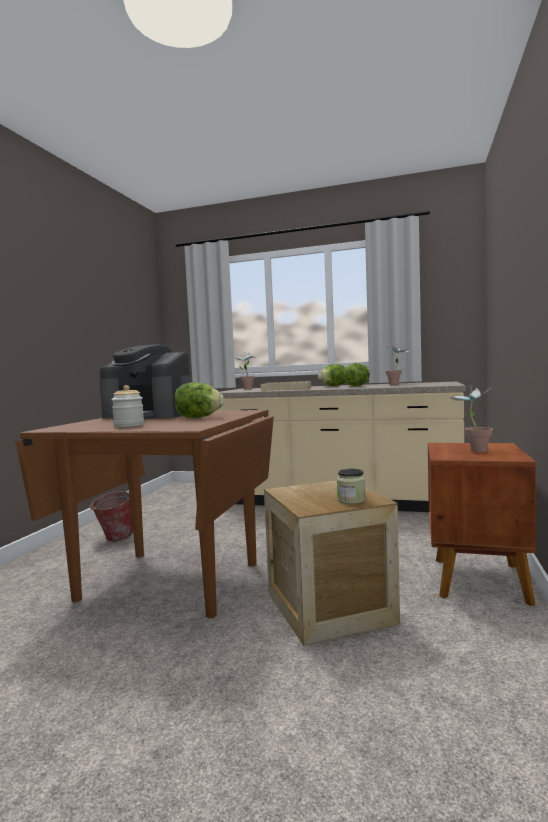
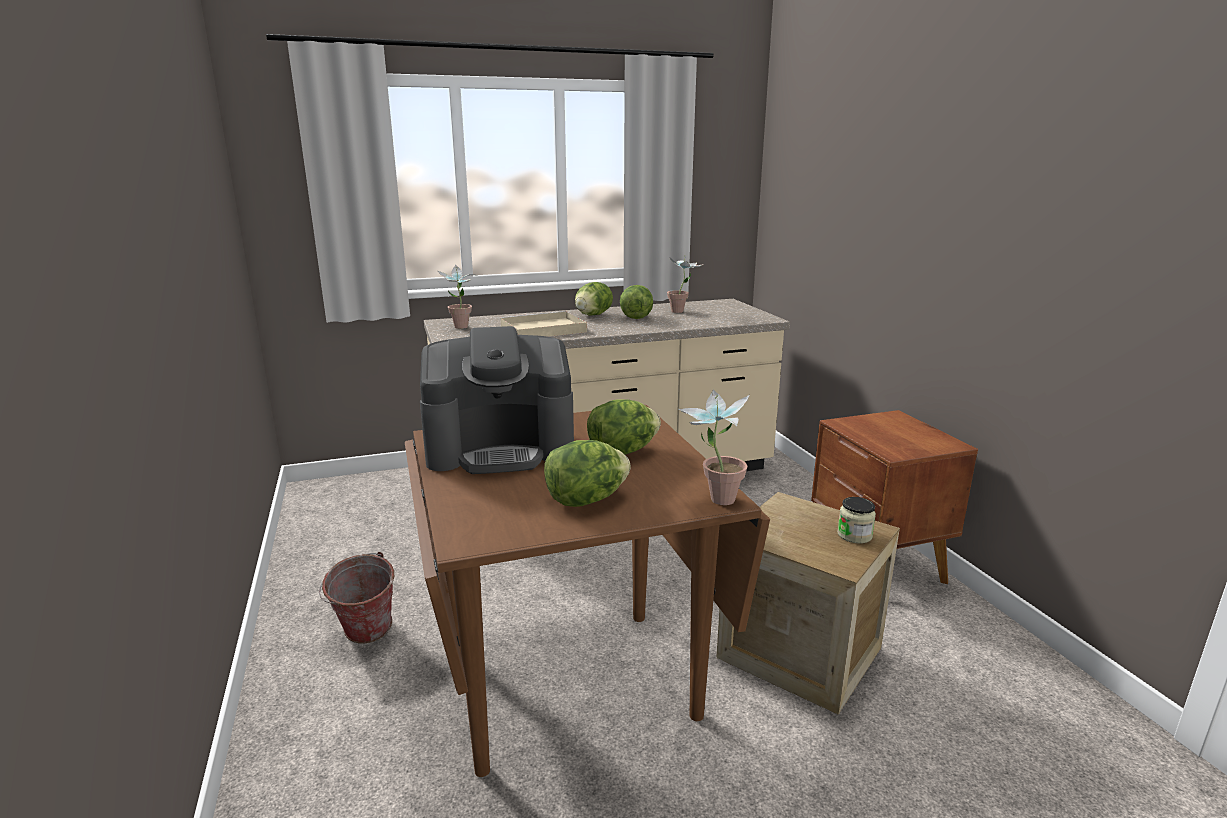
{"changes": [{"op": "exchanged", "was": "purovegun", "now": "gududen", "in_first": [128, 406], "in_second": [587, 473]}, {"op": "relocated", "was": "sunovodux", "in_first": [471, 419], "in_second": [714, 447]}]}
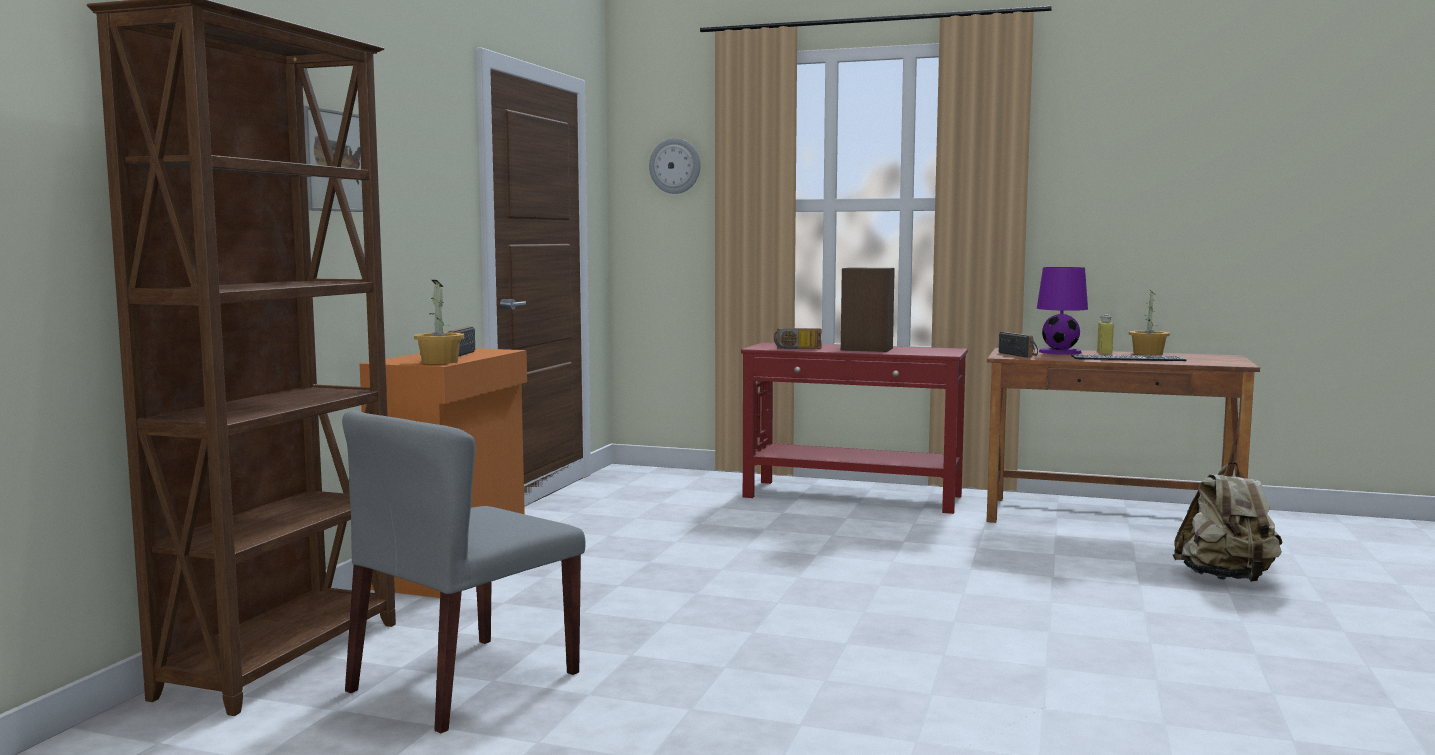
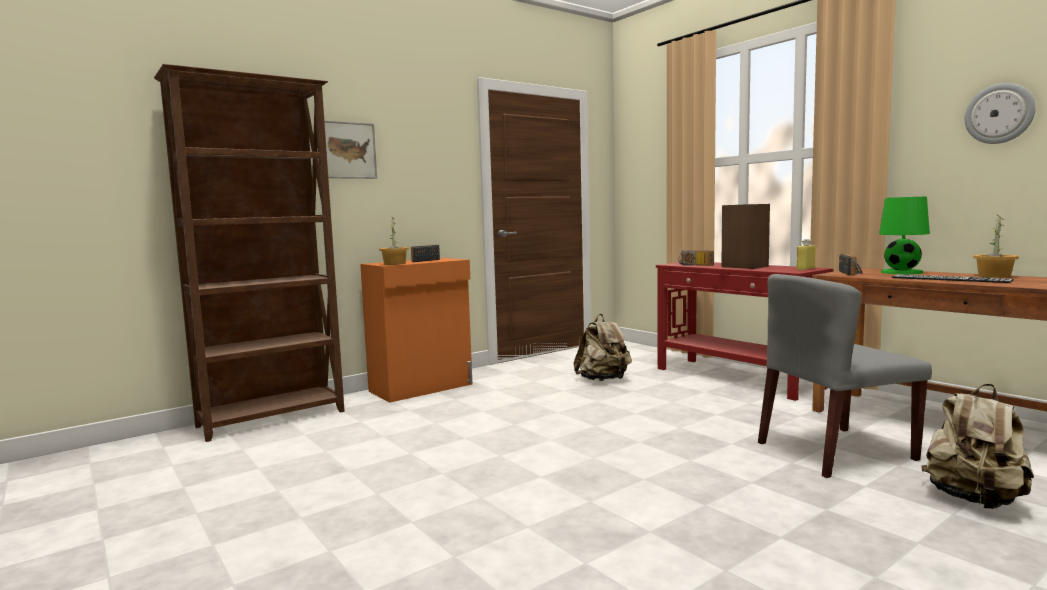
{"changes": [{"op": "relocated", "was": "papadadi", "in_first": [674, 166], "in_second": [1000, 113]}, {"op": "colour", "was": "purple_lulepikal", "now": "green_lulepikal", "in_first": [1062, 311], "in_second": [904, 236]}, {"op": "relocated", "was": "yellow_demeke", "in_first": [1105, 334], "in_second": [806, 254]}, {"op": "relocated", "was": "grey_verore", "in_first": [463, 572], "in_second": [845, 376]}, {"op": "appeared", "now": "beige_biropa", "in_second": [603, 347]}]}
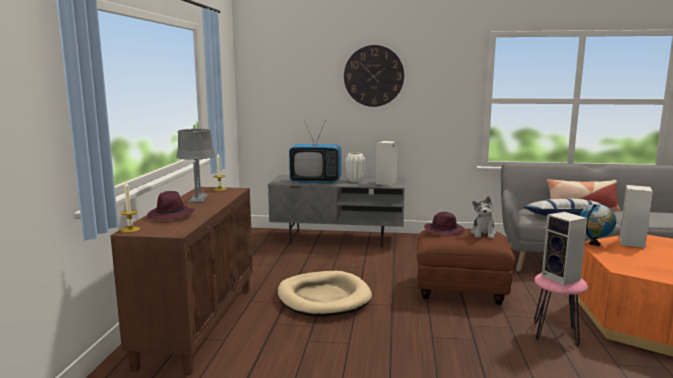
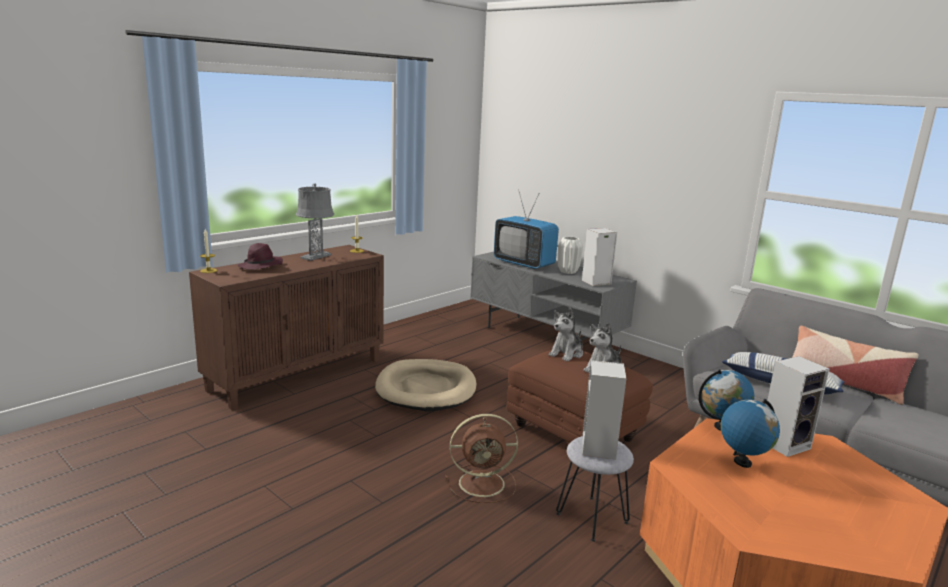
{"changes": [{"op": "missing", "was": "papadadi", "in_first": [374, 76]}, {"op": "exchanged", "was": "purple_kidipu", "now": "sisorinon", "in_first": [444, 224], "in_second": [566, 335]}, {"op": "colour", "was": "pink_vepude", "now": "grey_vepude", "in_first": [561, 310], "in_second": [595, 489]}, {"op": "appeared", "now": "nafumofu", "in_second": [750, 433]}, {"op": "appeared", "now": "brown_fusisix", "in_second": [481, 458]}]}
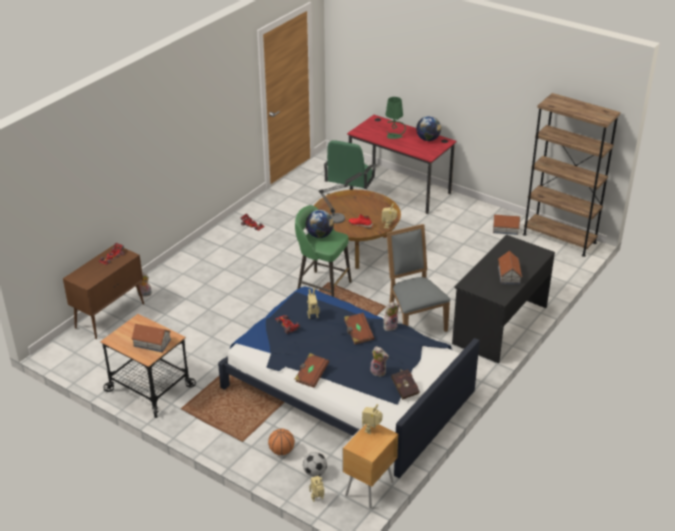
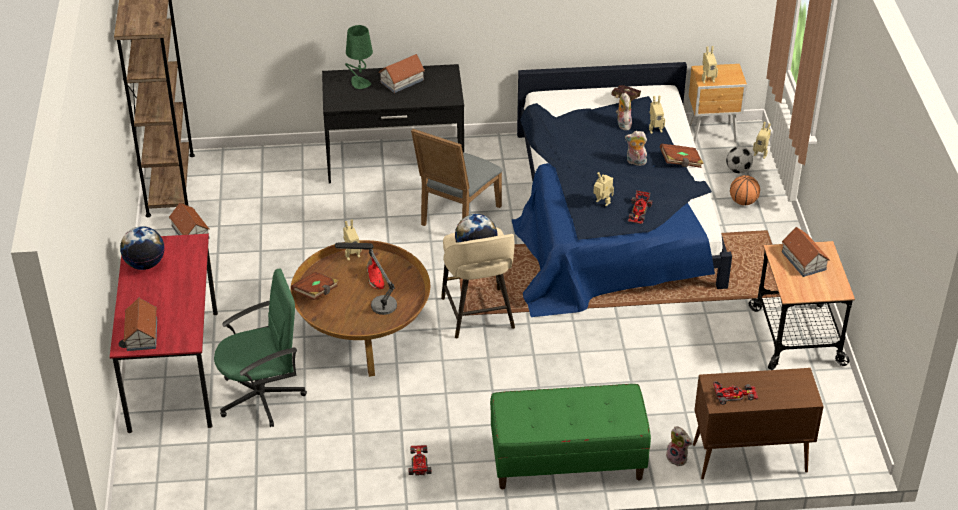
{"changes": [{"op": "relocated", "was": "green_lulepikal", "in_first": [396, 118], "in_second": [359, 57]}, {"op": "colour", "was": "green_vepude", "now": "beige_vepude", "in_first": [323, 251], "in_second": [478, 283]}, {"op": "relocated", "was": "sisorinon", "in_first": [391, 316], "in_second": [636, 148]}, {"op": "relocated", "was": "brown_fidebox", "in_first": [359, 329], "in_second": [315, 286]}, {"op": "appeared", "now": "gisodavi", "in_second": [657, 115]}, {"op": "appeared", "now": "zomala", "in_second": [140, 324]}, {"op": "appeared", "now": "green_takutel", "in_second": [570, 436]}]}
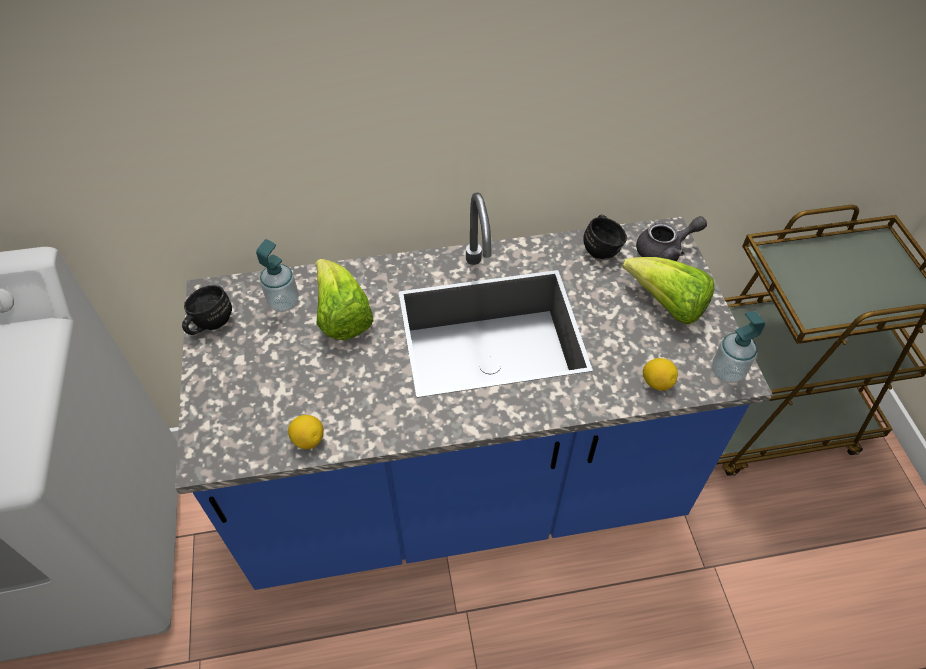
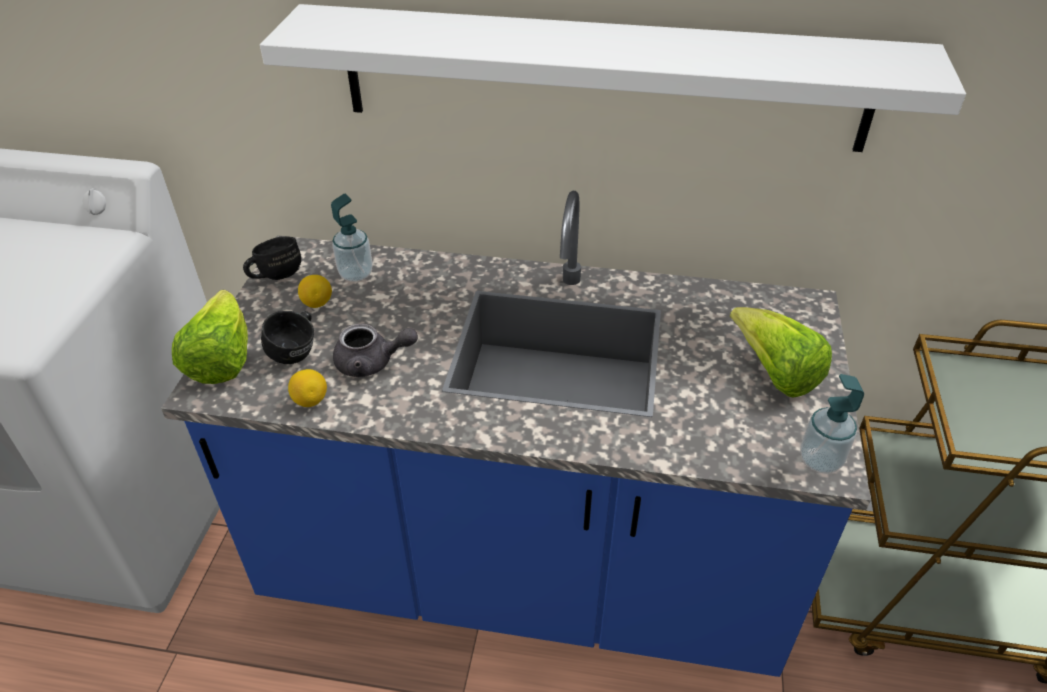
{"changes": [{"op": "relocated", "was": "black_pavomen", "in_first": [605, 237], "in_second": [287, 337]}, {"op": "relocated", "was": "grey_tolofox", "in_first": [671, 238], "in_second": [375, 350]}, {"op": "relocated", "was": "gududen", "in_first": [344, 299], "in_second": [210, 337]}, {"op": "relocated", "was": "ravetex", "in_first": [660, 374], "in_second": [315, 291]}, {"op": "appeared", "now": "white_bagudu", "in_second": [613, 78]}]}
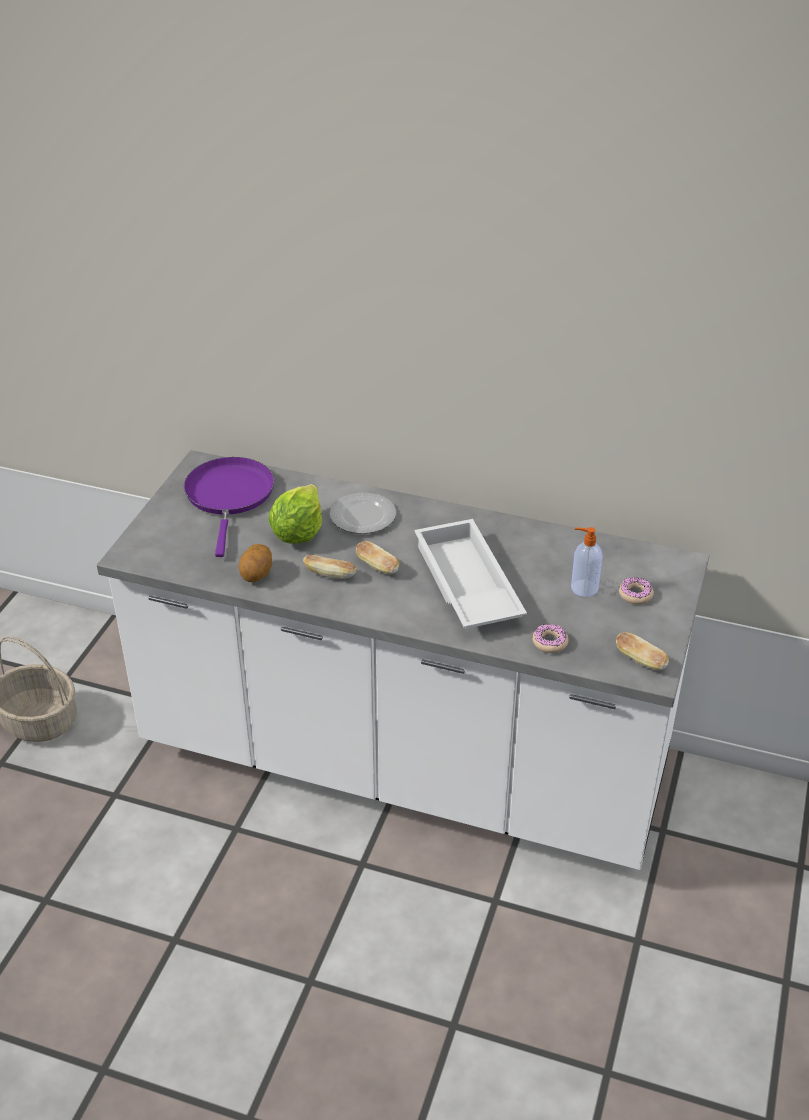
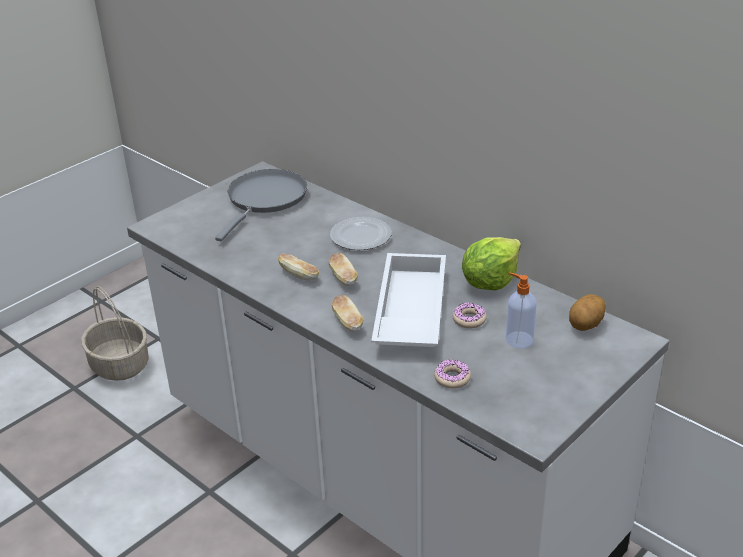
{"changes": [{"op": "colour", "was": "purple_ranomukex", "now": "grey_ranomukex", "in_first": [229, 507], "in_second": [261, 205]}, {"op": "relocated", "was": "gududen", "in_first": [295, 514], "in_second": [491, 264]}, {"op": "relocated", "was": "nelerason", "in_first": [255, 563], "in_second": [587, 312]}, {"op": "relocated", "was": "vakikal", "in_first": [636, 591], "in_second": [470, 315]}, {"op": "relocated", "was": "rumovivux", "in_first": [642, 651], "in_second": [347, 313]}]}
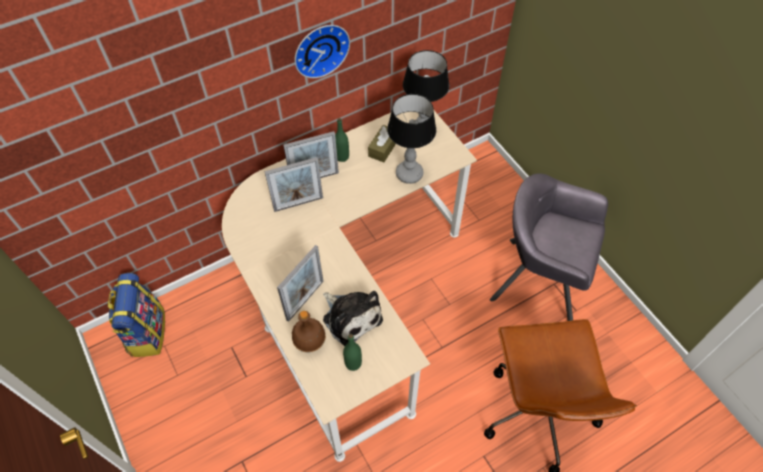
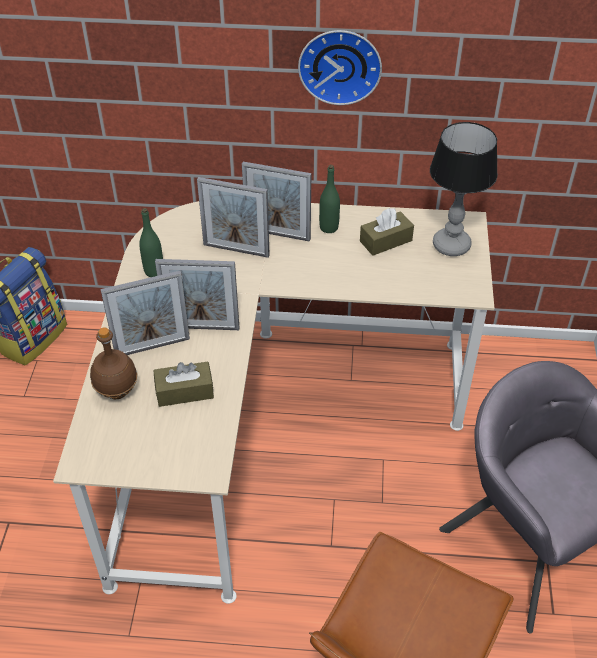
{"changes": [{"op": "missing", "was": "lulepikal", "in_first": [411, 139]}, {"op": "exchanged", "was": "sisorinon", "now": "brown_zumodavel", "in_first": [353, 318], "in_second": [183, 384]}, {"op": "relocated", "was": "green_demeke", "in_first": [352, 352], "in_second": [151, 242]}, {"op": "appeared", "now": "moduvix", "in_second": [197, 294]}]}
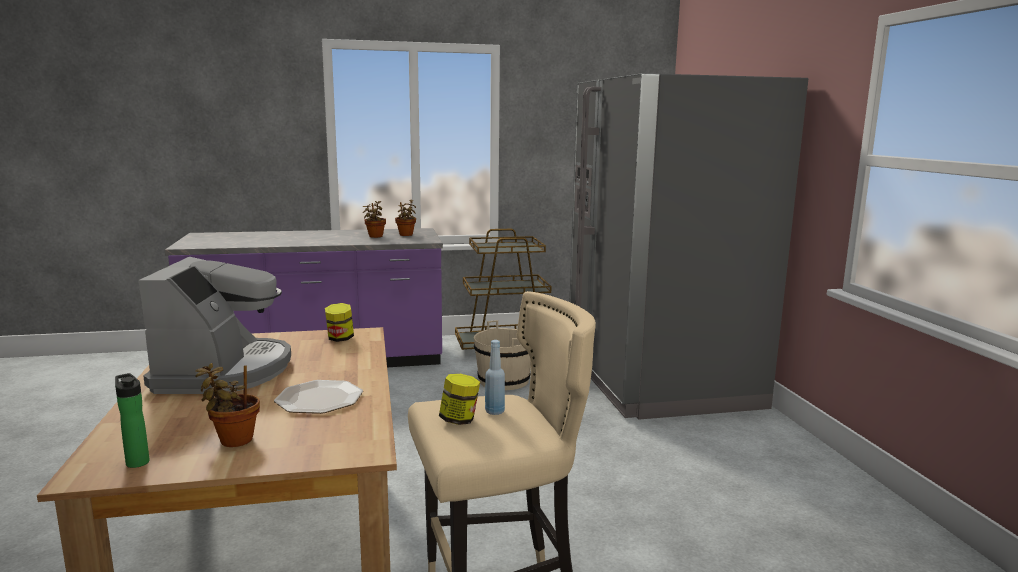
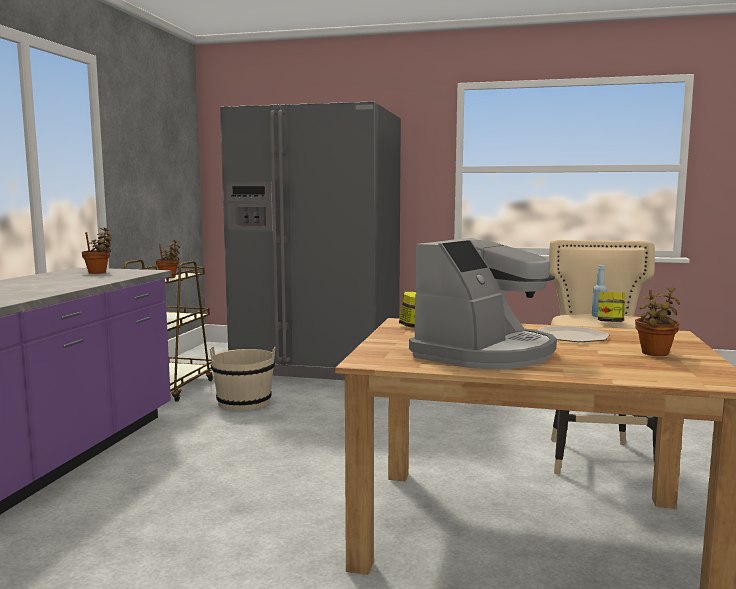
{"changes": [{"op": "relocated", "was": "sunovodux", "in_first": [374, 219], "in_second": [168, 259]}, {"op": "spun", "was": "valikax", "in_first": [214, 325], "in_second": [483, 303], "clockwise": 105}, {"op": "missing", "was": "demeke", "in_first": [132, 420]}]}
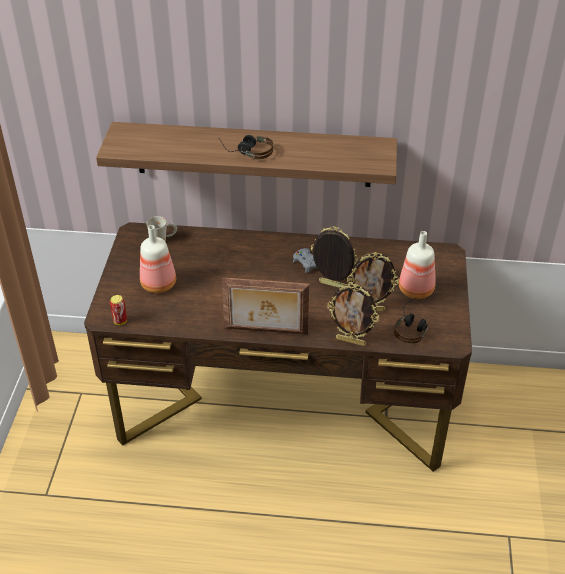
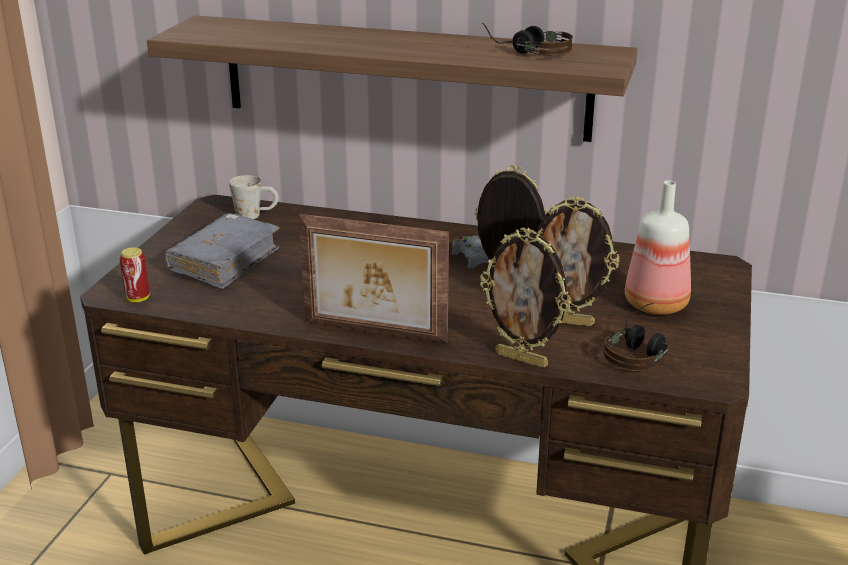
{"changes": [{"op": "relocated", "was": "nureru", "in_first": [246, 147], "in_second": [527, 39]}, {"op": "exchanged", "was": "demeke", "now": "grey_fidebox", "in_first": [158, 259], "in_second": [222, 251]}]}
